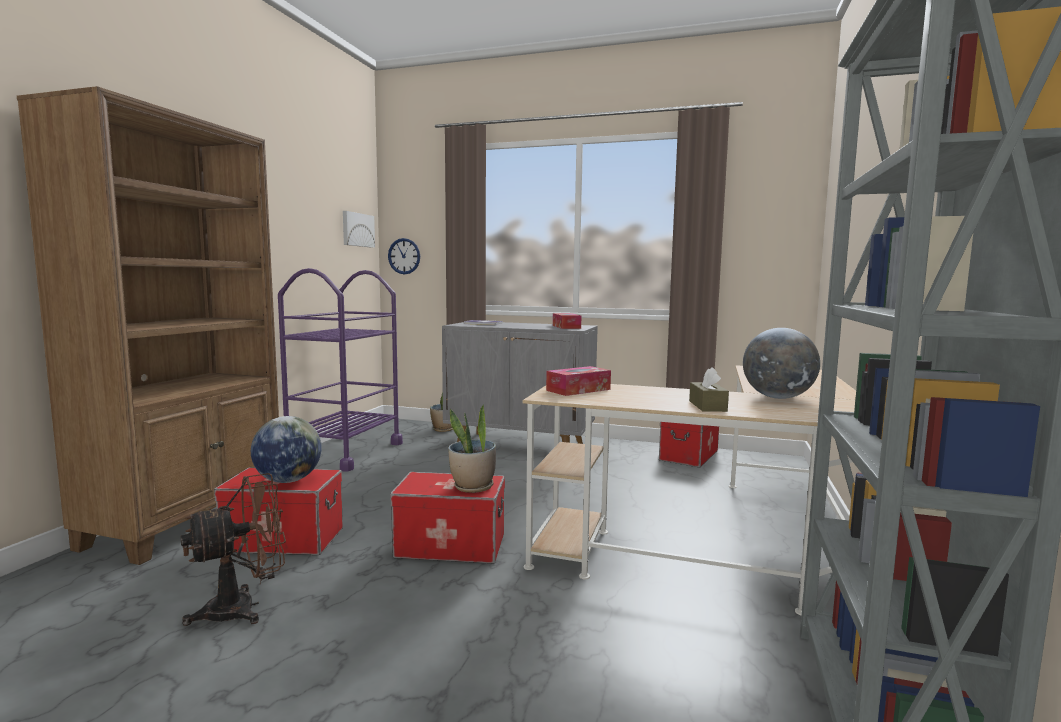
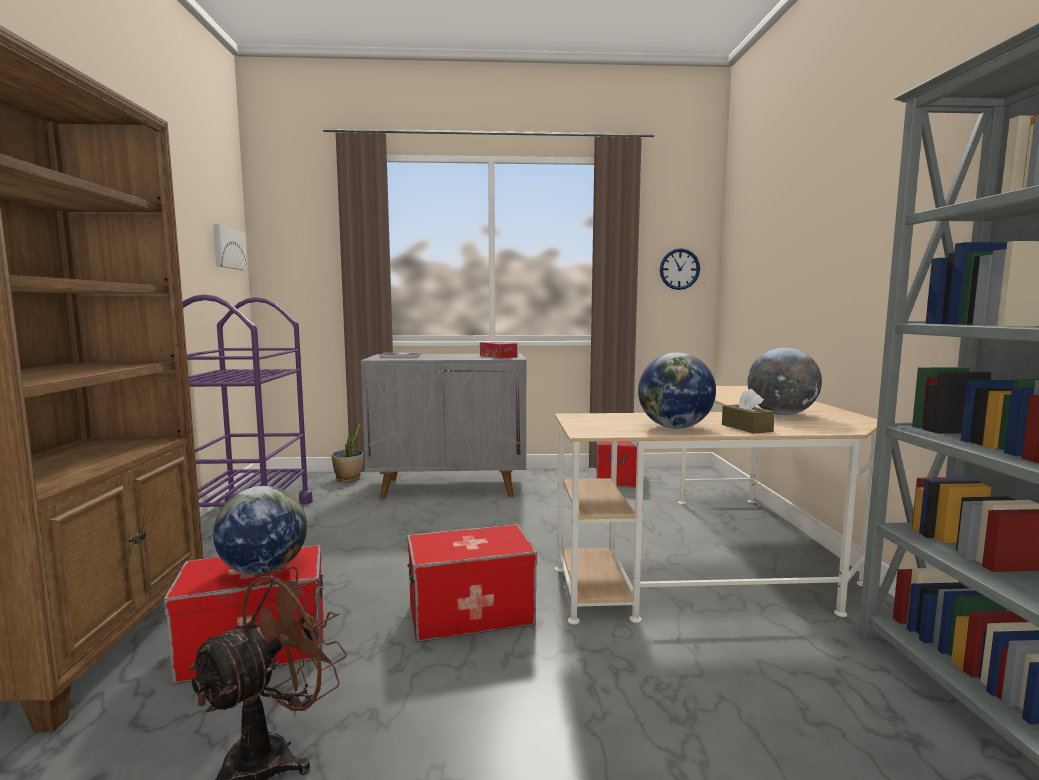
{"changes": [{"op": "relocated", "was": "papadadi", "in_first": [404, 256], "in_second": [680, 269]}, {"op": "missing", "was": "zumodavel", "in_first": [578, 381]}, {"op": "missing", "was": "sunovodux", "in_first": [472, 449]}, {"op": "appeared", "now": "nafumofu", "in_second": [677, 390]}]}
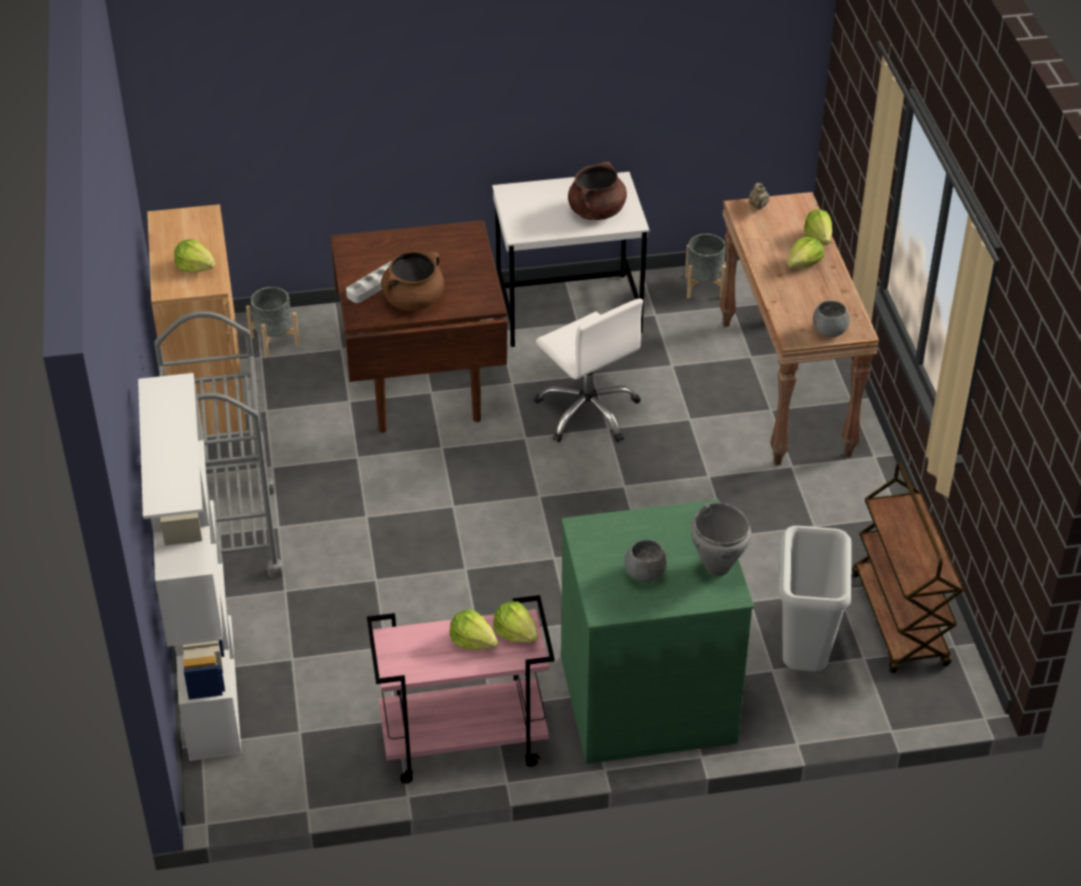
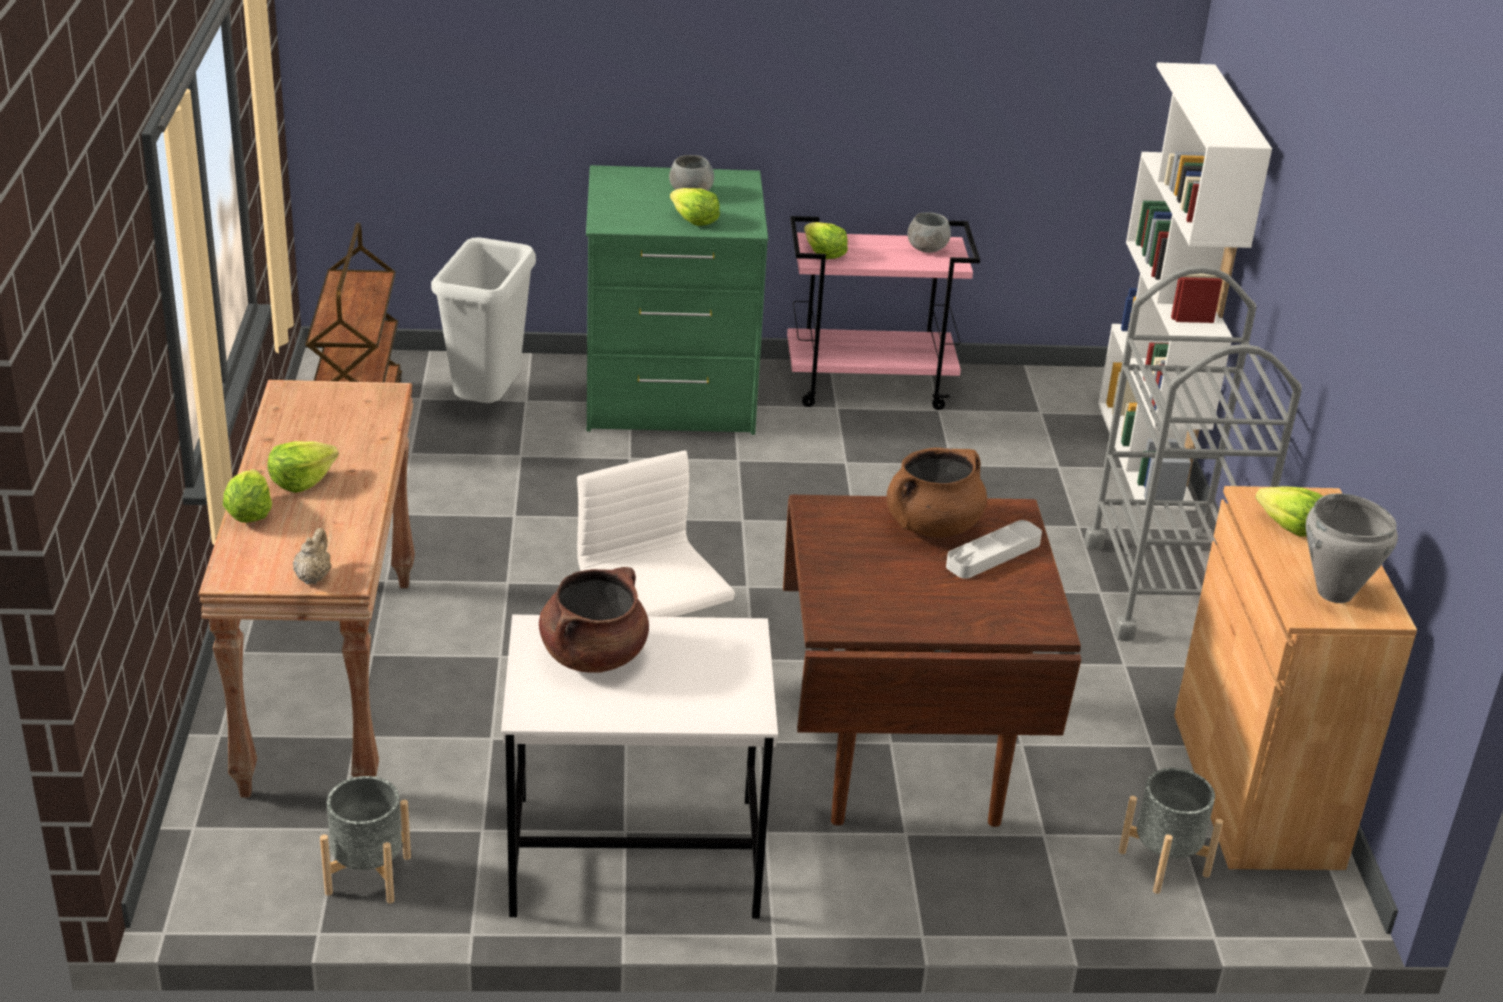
{"changes": [{"op": "relocated", "was": "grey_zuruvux", "in_first": [831, 318], "in_second": [929, 232]}, {"op": "relocated", "was": "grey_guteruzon", "in_first": [721, 539], "in_second": [1352, 548]}, {"op": "relocated", "was": "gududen", "in_first": [473, 629], "in_second": [695, 207]}]}
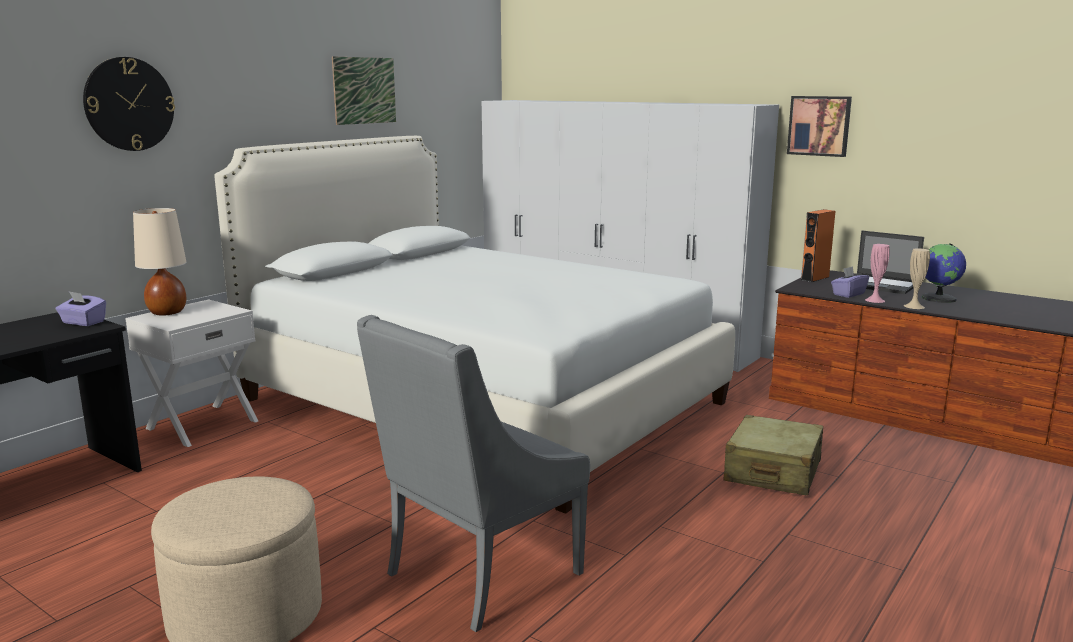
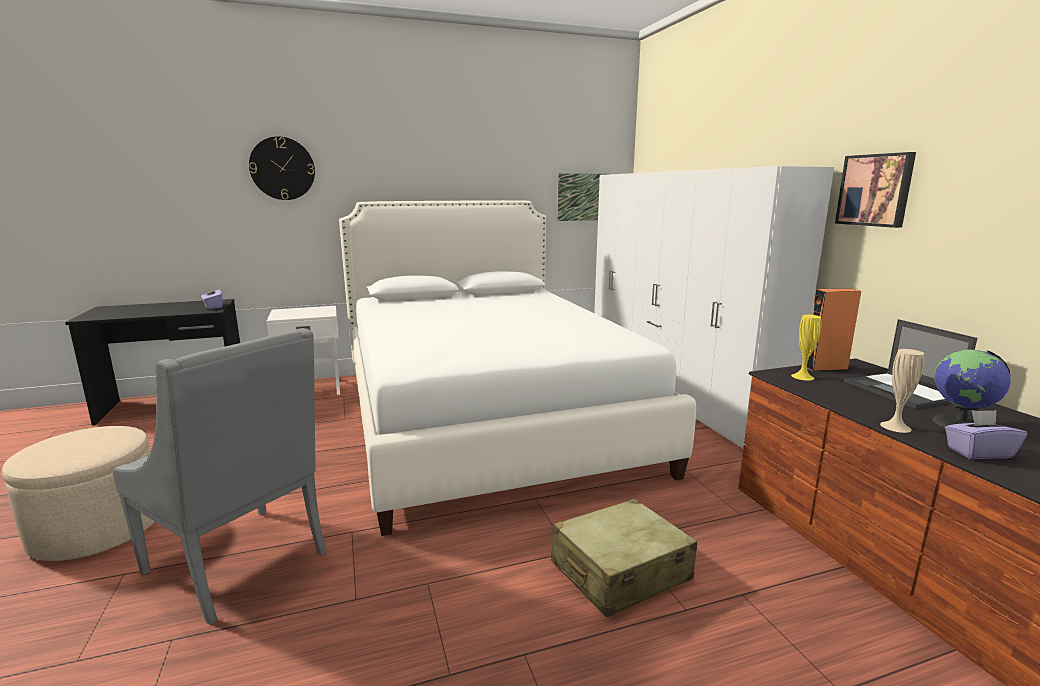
{"changes": [{"op": "relocated", "was": "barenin", "in_first": [364, 90], "in_second": [583, 197]}, {"op": "missing", "was": "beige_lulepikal", "in_first": [160, 262]}, {"op": "missing", "was": "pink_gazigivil", "in_first": [877, 273]}, {"op": "relocated", "was": "purple_zumodavel", "in_first": [850, 282], "in_second": [986, 434]}, {"op": "spun", "was": "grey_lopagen", "in_first": [473, 473], "in_second": [219, 476], "clockwise": -135}, {"op": "appeared", "now": "yellow_gazigivil", "in_second": [806, 348]}]}
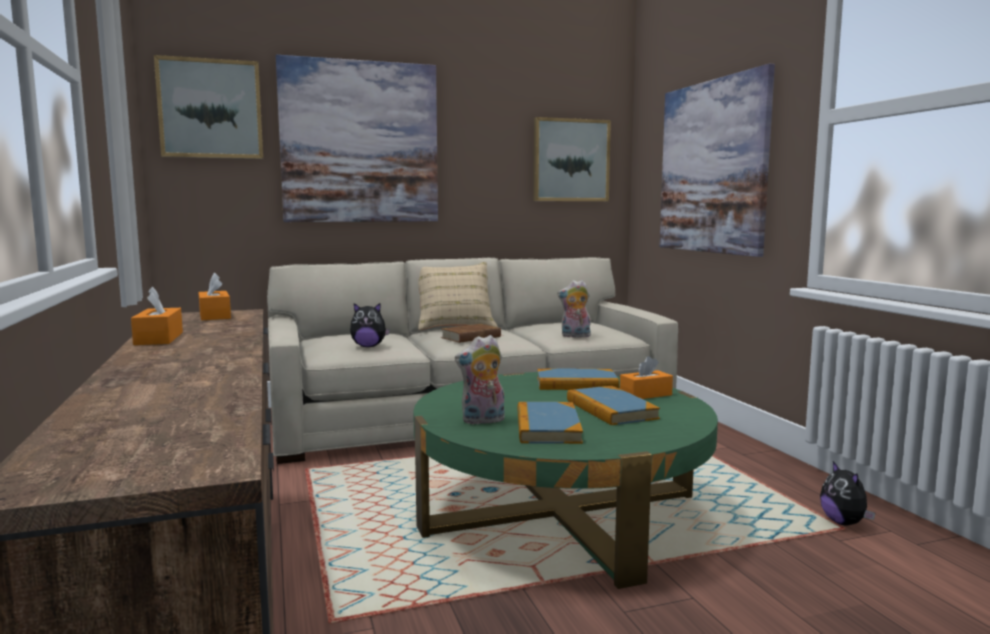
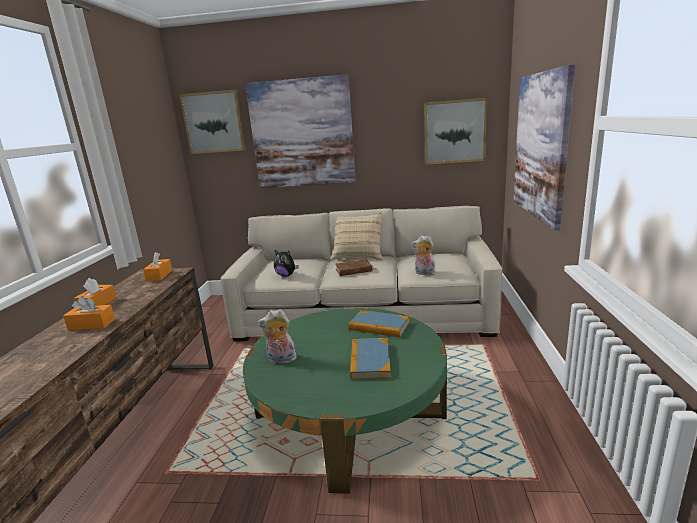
{"changes": [{"op": "relocated", "was": "orange_zumodavel", "in_first": [646, 377], "in_second": [89, 313]}, {"op": "missing", "was": "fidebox", "in_first": [550, 423]}, {"op": "missing", "was": "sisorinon", "in_first": [847, 493]}]}
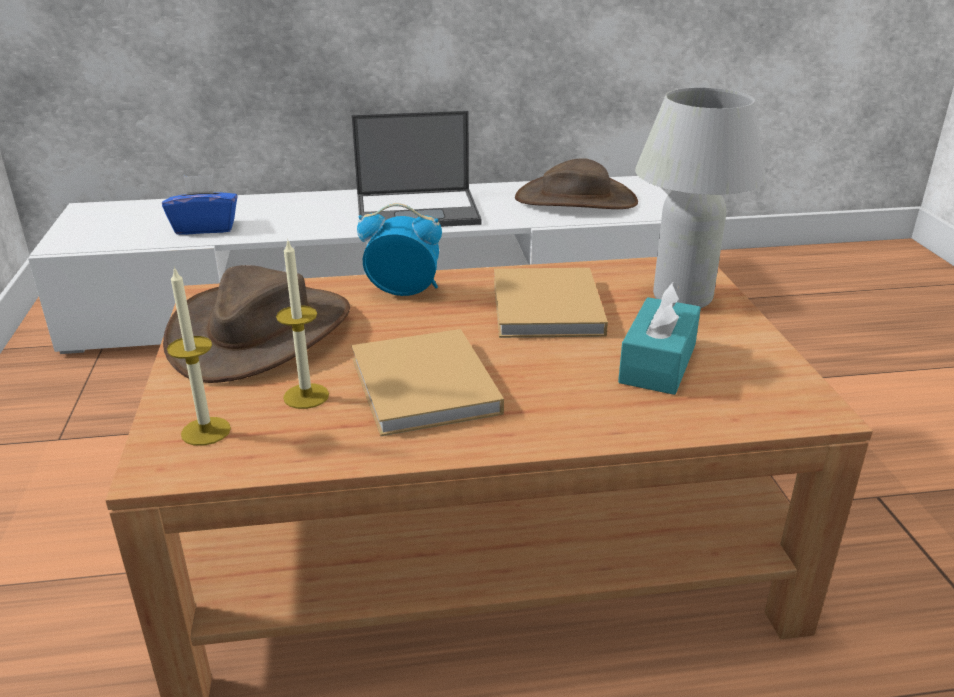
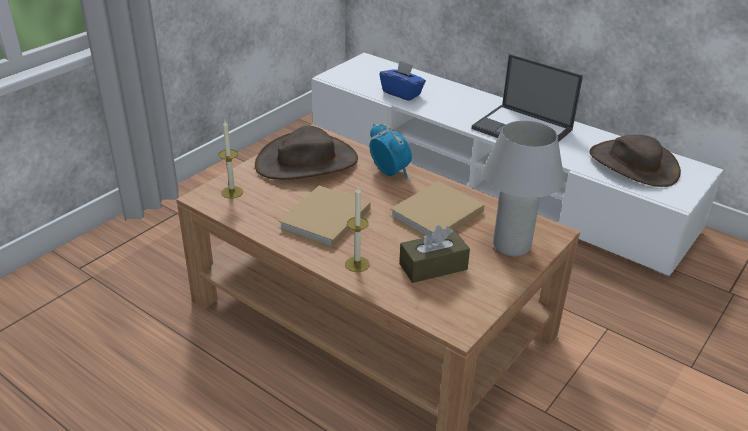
{"changes": [{"op": "relocated", "was": "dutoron", "in_first": [302, 325], "in_second": [357, 229]}, {"op": "colour", "was": "turquoise_zumodavel", "now": "brown_zumodavel", "in_first": [659, 338], "in_second": [434, 254]}]}
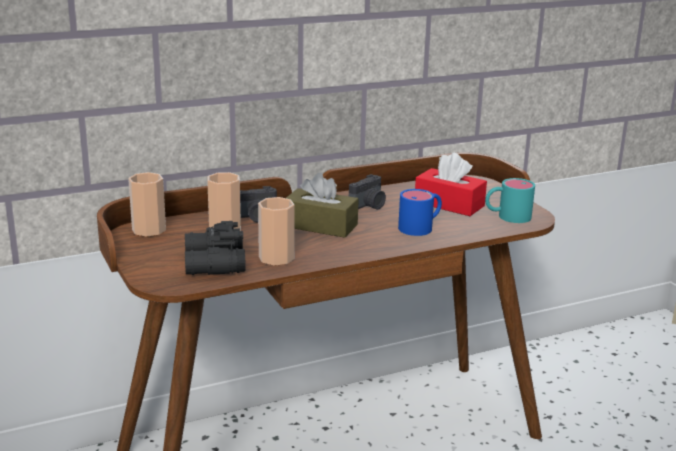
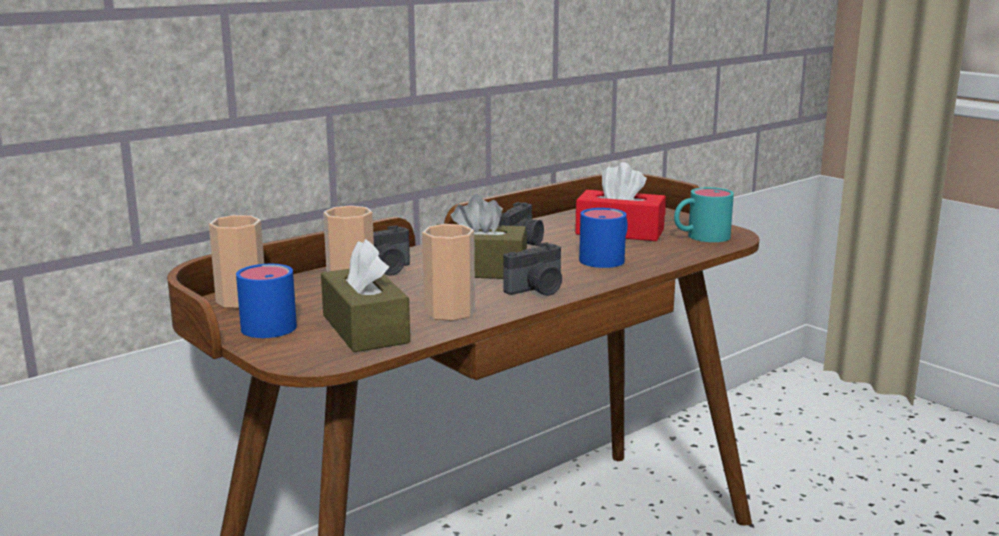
{"changes": [{"op": "exchanged", "was": "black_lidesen", "now": "brown_zumodavel", "in_first": [215, 248], "in_second": [365, 295]}, {"op": "appeared", "now": "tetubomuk", "in_second": [532, 269]}, {"op": "appeared", "now": "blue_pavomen", "in_second": [266, 301]}]}
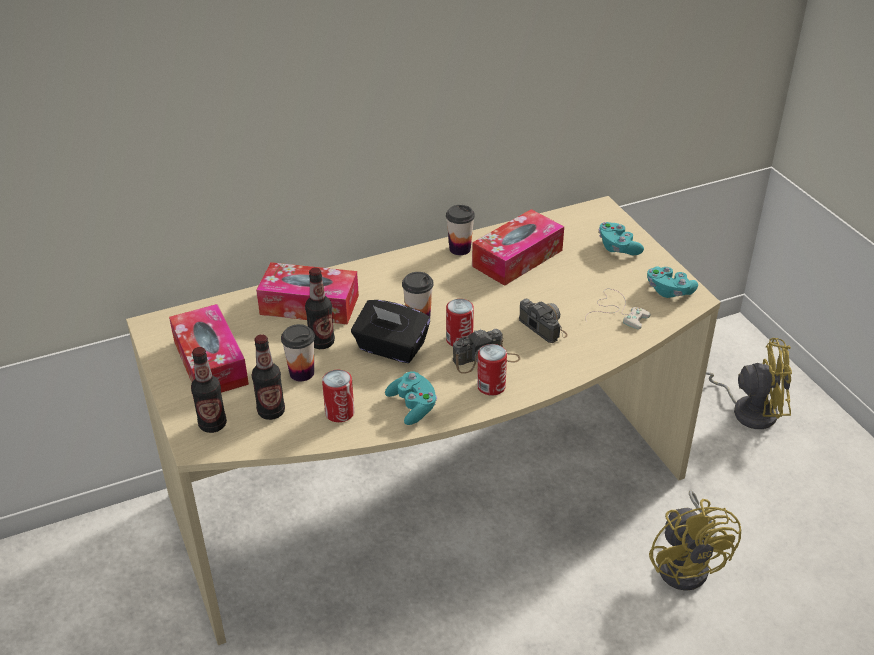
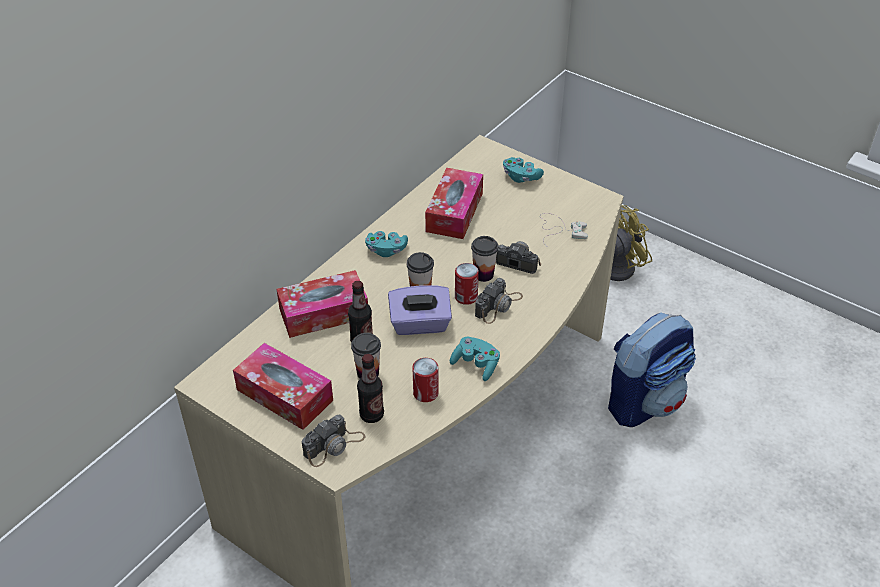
{"changes": [{"op": "relocated", "was": "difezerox", "in_first": [460, 230], "in_second": [484, 259]}, {"op": "relocated", "was": "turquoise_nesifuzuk", "in_first": [672, 282], "in_second": [386, 244]}, {"op": "colour", "was": "black_zumodavel", "now": "purple_zumodavel", "in_first": [390, 331], "in_second": [420, 310]}, {"op": "missing", "was": "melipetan", "in_first": [492, 370]}, {"op": "exchanged", "was": "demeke", "now": "tetubomuk", "in_first": [209, 390], "in_second": [333, 441]}, {"op": "exchanged", "was": "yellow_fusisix", "now": "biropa", "in_first": [695, 541], "in_second": [652, 370]}]}
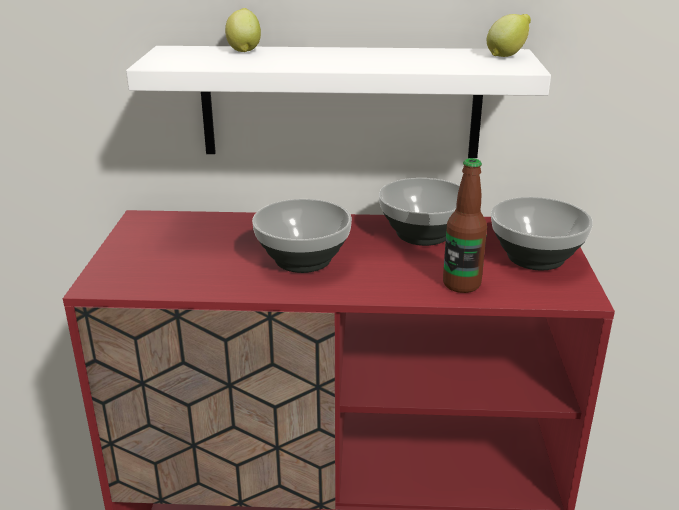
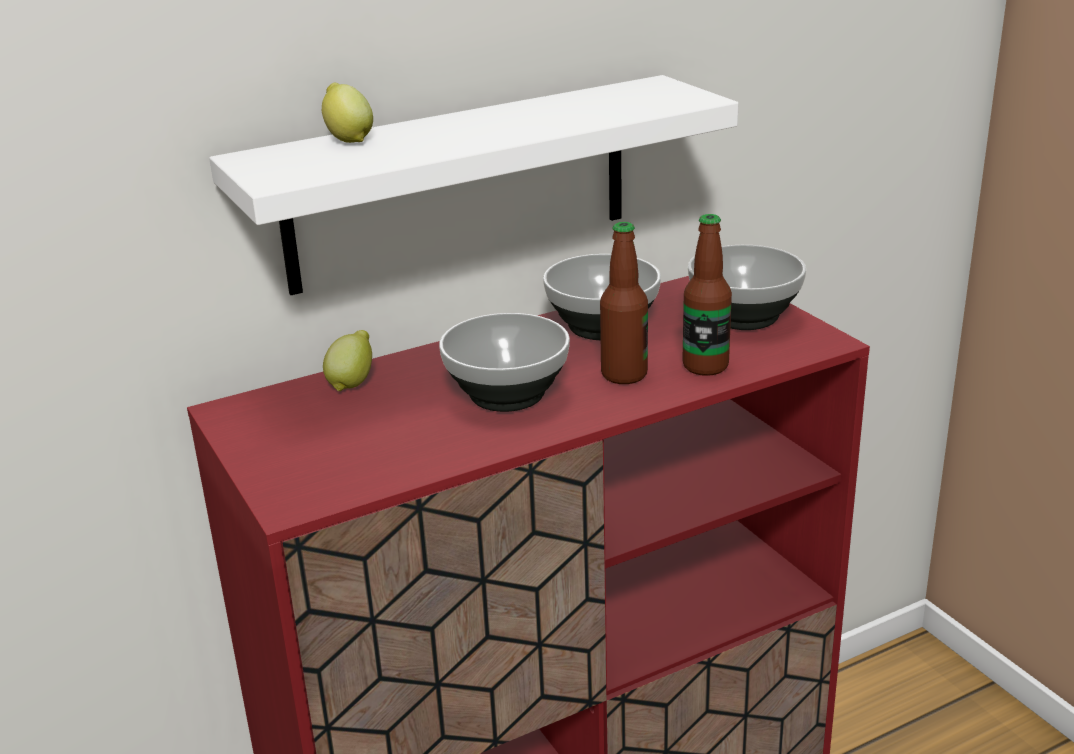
{"changes": [{"op": "relocated", "was": "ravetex", "in_first": [509, 35], "in_second": [347, 360]}, {"op": "appeared", "now": "demeke", "in_second": [624, 303]}]}
